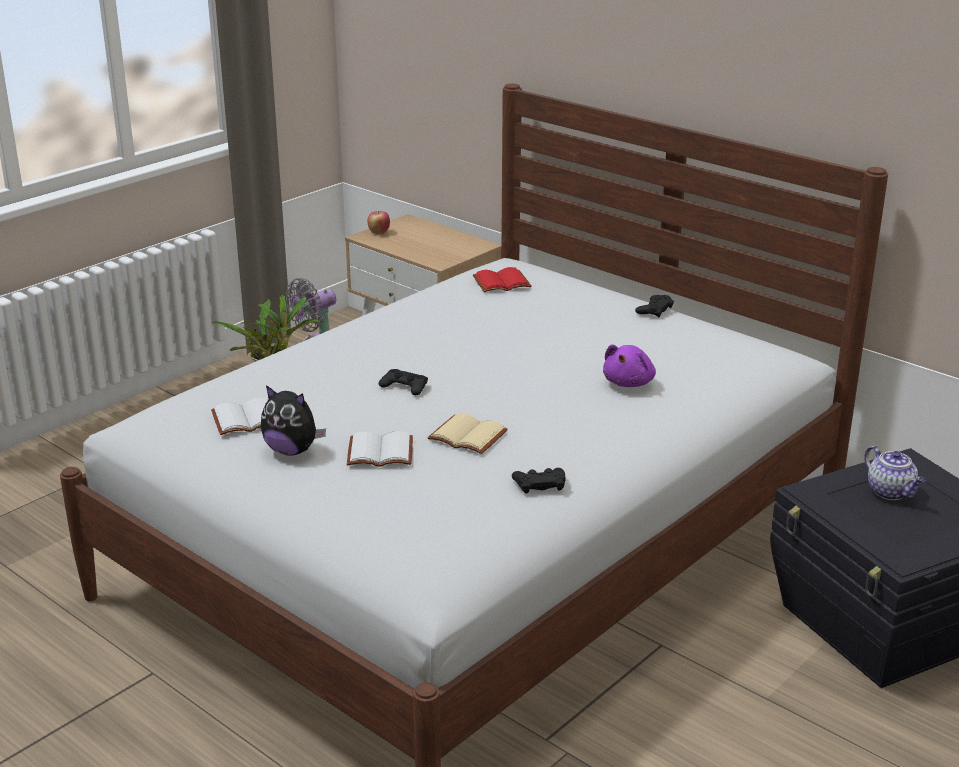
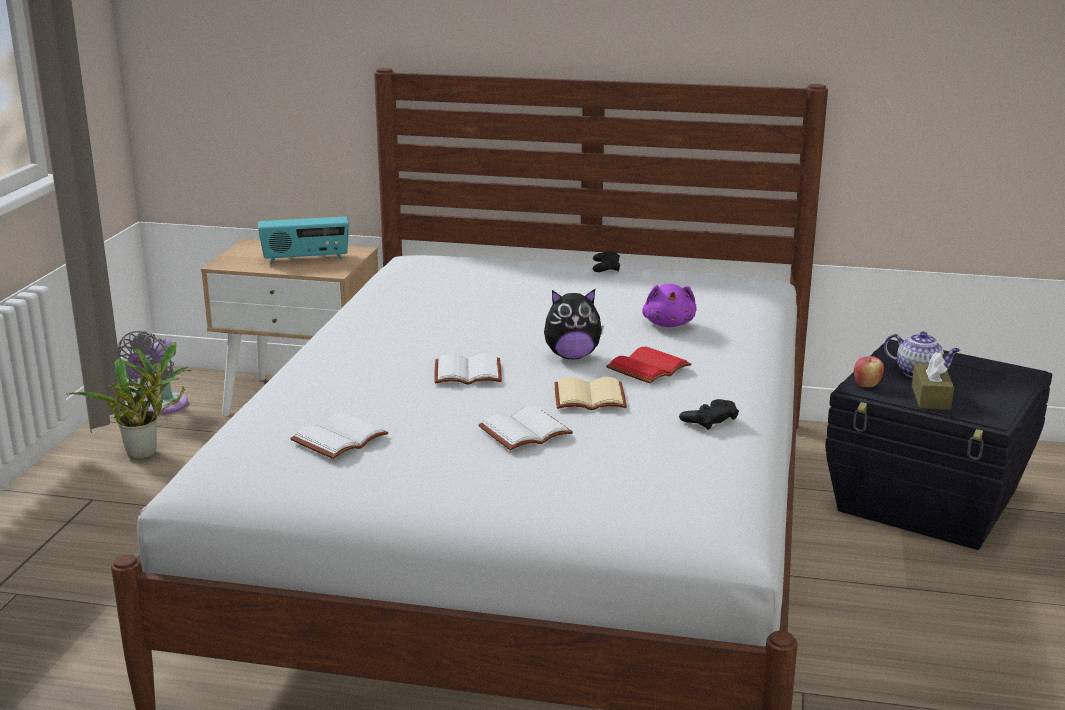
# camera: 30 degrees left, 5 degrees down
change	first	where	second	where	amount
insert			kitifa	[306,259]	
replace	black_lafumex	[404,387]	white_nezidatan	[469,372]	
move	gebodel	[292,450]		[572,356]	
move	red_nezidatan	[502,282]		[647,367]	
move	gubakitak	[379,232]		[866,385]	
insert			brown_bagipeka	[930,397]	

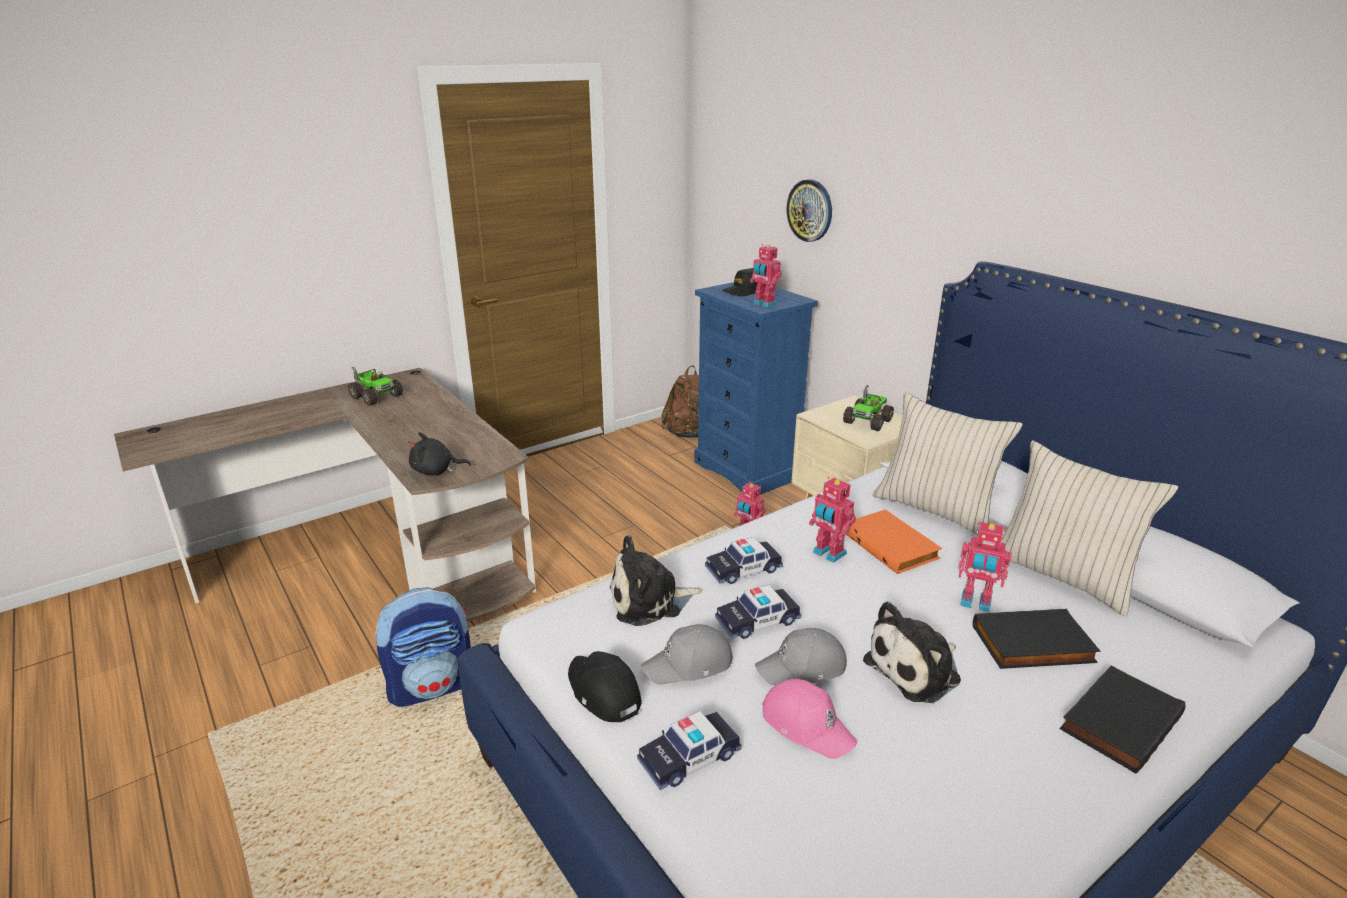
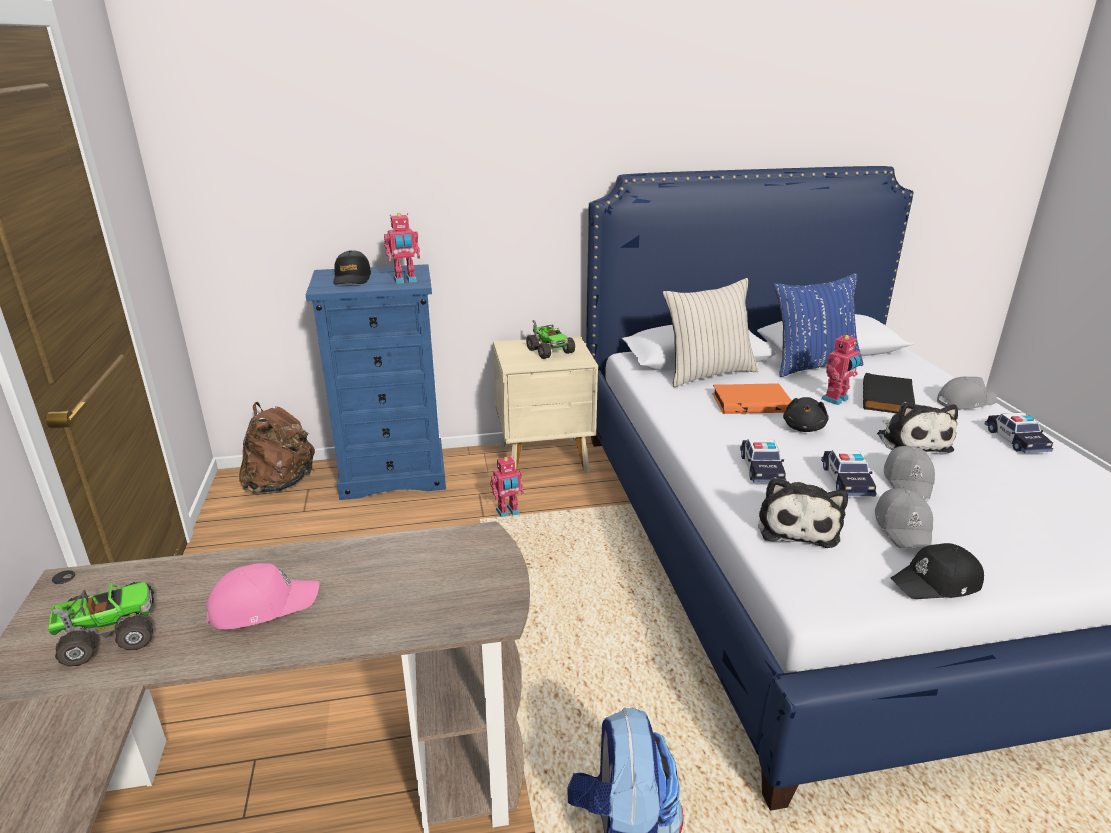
# camera: 65 degrees left, 0 degrees up
change	first	where	second	where	amount
move	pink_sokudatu	[807,725]		[262,605]	
recolor	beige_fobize	[1063,576]	blue_fobize	[812,366]	
move	black_gebodel	[436,471]		[804,428]	
replace	black_nezidatan	[1118,720]	grey_sokudatu	[964,401]	
move	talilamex	[689,758]		[1015,440]	
delete	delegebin	[810,210]			
delete	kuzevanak	[828,554]			

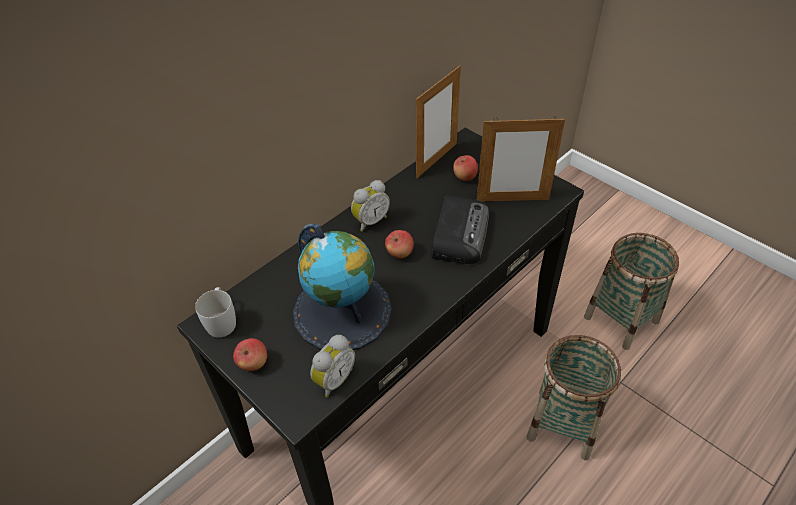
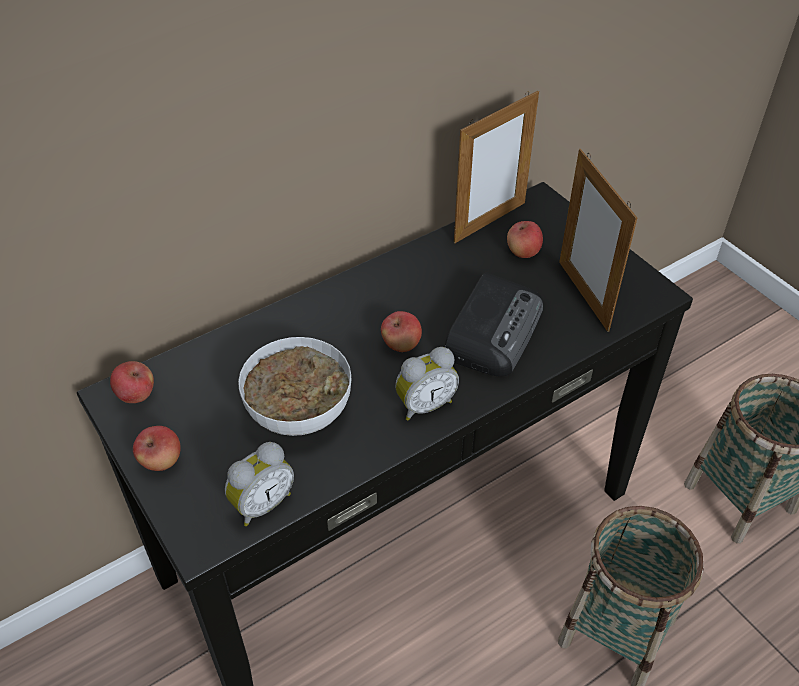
# camera: 10 degrees right, 0 degrees up
change	first	where	second	where	amount
replace	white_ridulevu	[222,320]	gubakitak	[136,395]	
replace	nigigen	[342,311]	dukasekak	[300,411]	
move	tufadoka	[370,221]		[424,404]	
rotate	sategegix	[512,200]		[583,295]	60 degrees clockwise

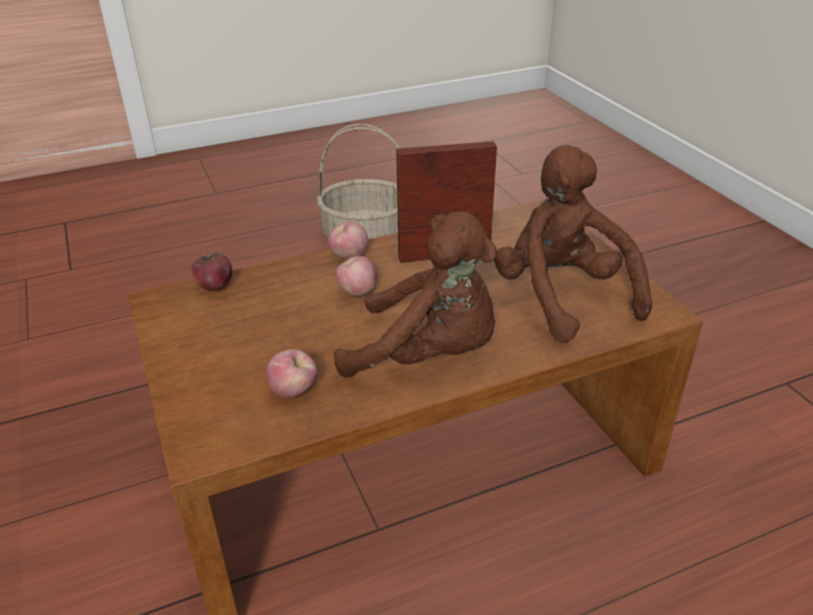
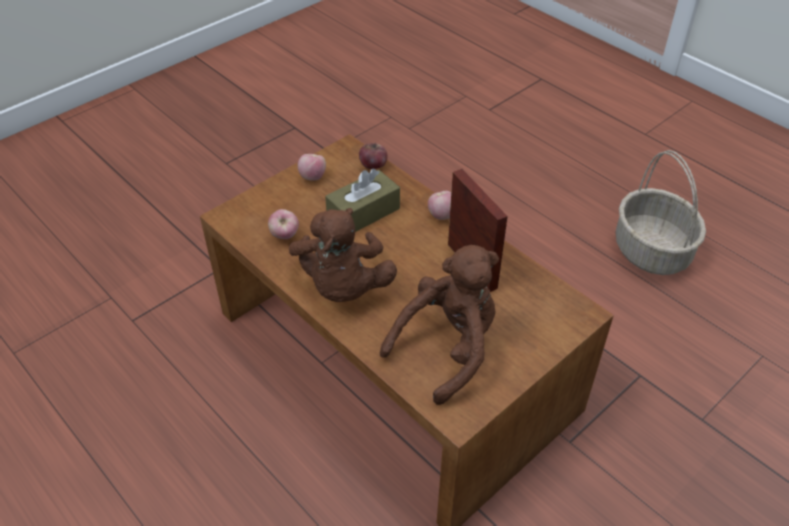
# camera: 70 degrees right, 10 degrees up
change	first	where	second	where	amount
move	gubakitak	[357,292]		[312,177]	
insert			brown_bagipeka	[363,213]	

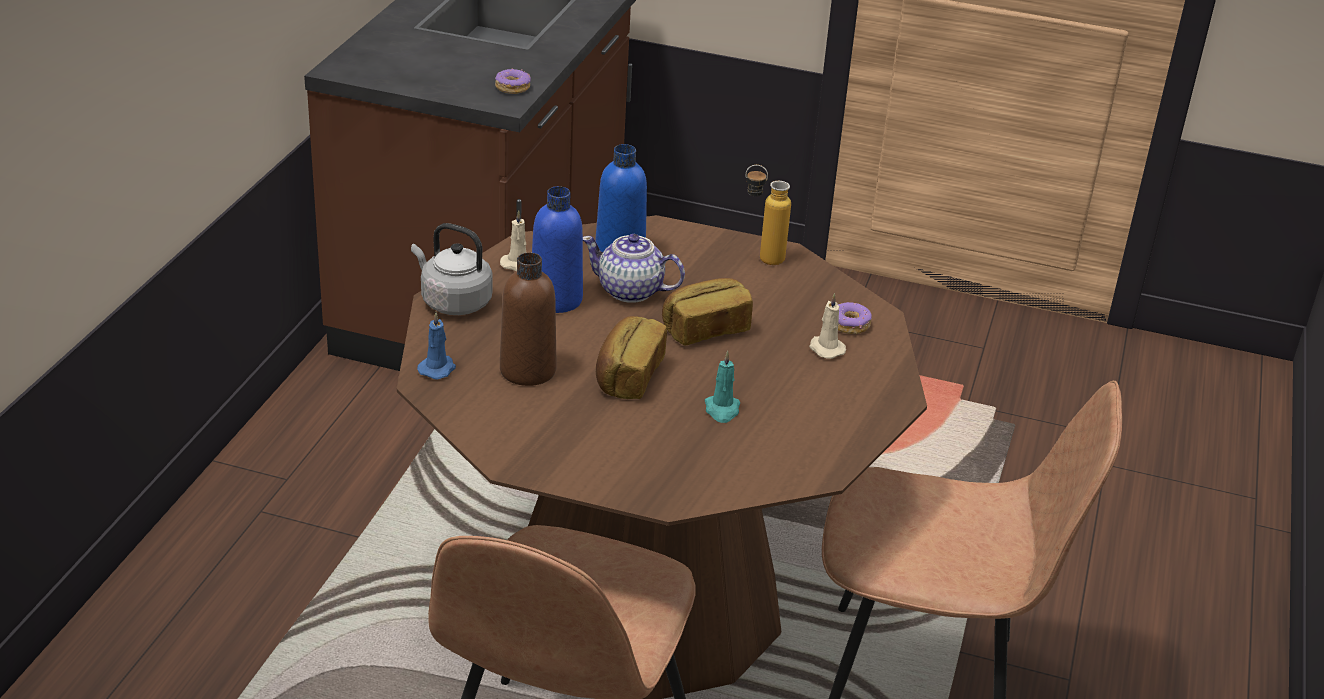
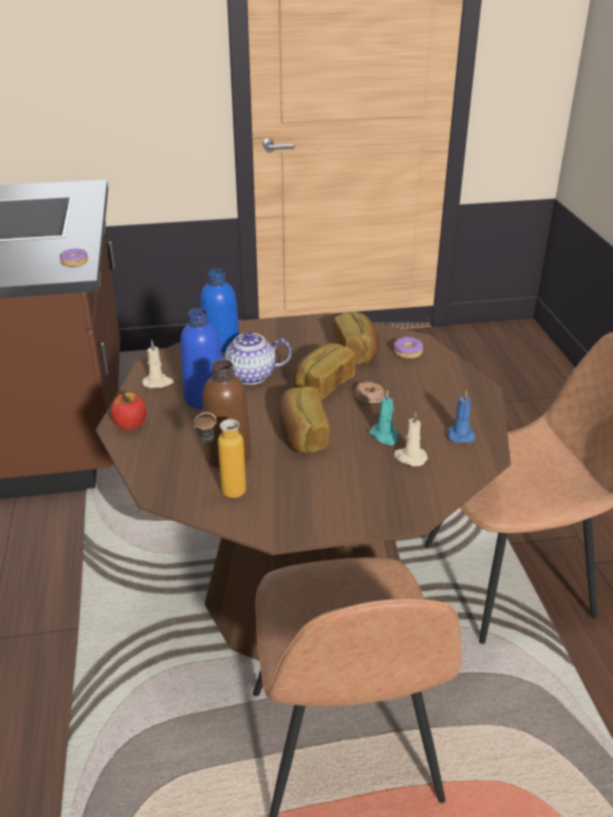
# camera: 25 degrees left, 0 degrees up
change	first	where	second	where	amount
replace	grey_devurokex	[453,302]	gubakitak	[130,424]	
move	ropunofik	[761,258]		[223,493]	
insert			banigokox	[357,351]	
insert			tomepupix	[369,396]	
move	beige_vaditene	[825,348]		[409,457]	
move	blue_vaditene	[438,368]		[460,434]	

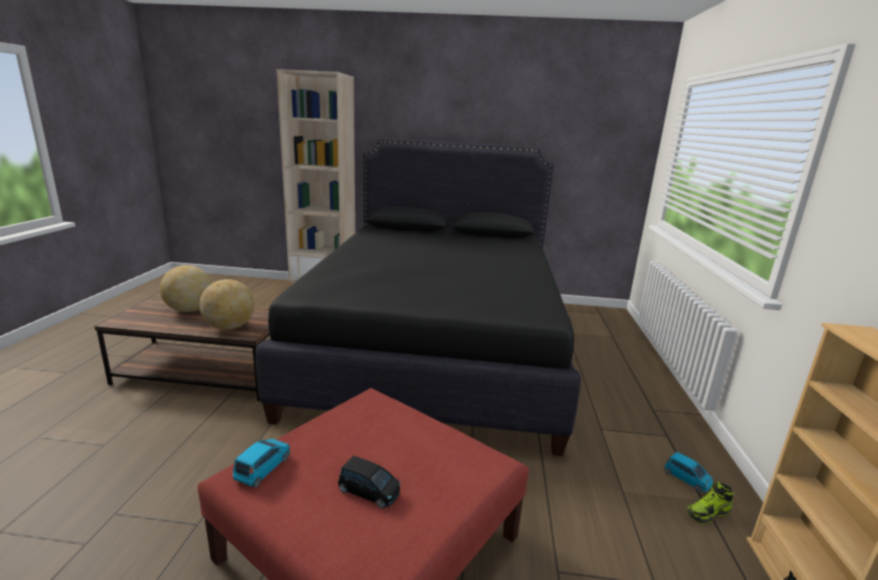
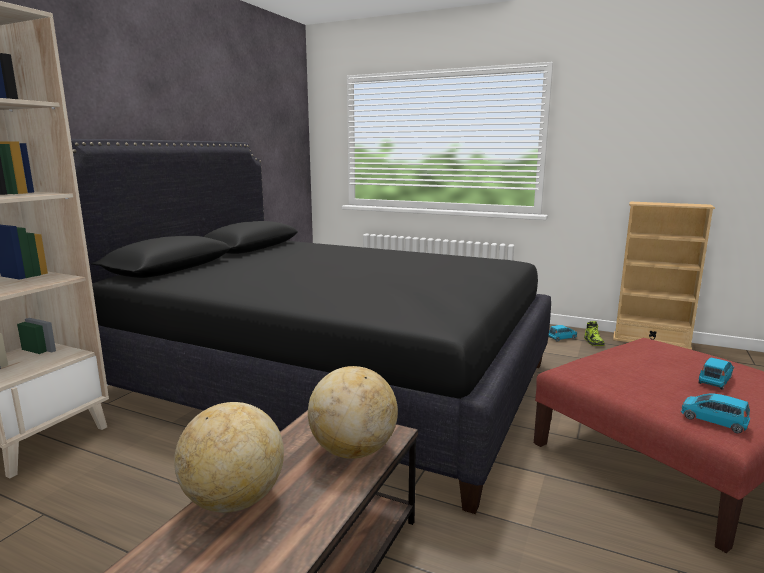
# camera: 70 degrees left, 5 degrees down
change	first	where	second	where	amount
recolor	black_talilamex	[369,491]	blue_talilamex	[715,380]	

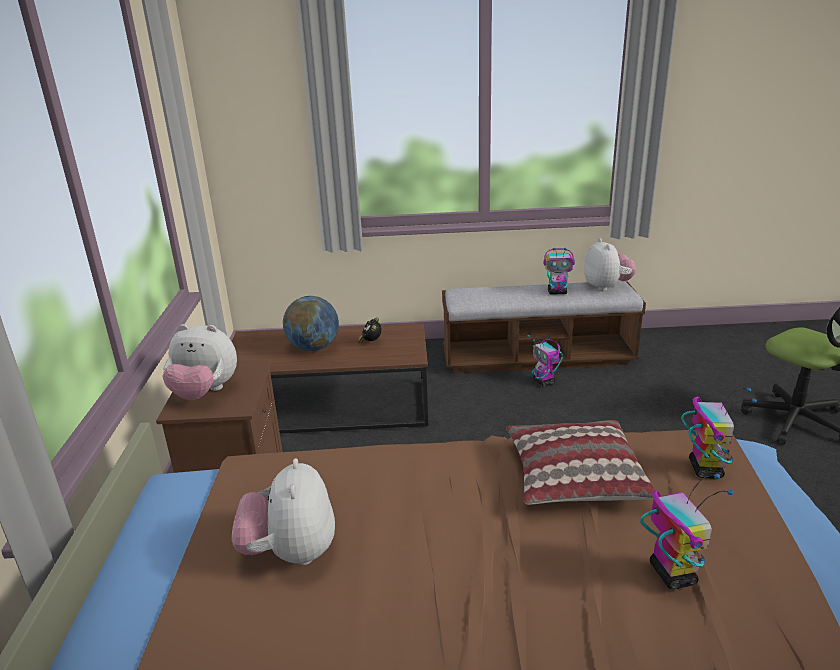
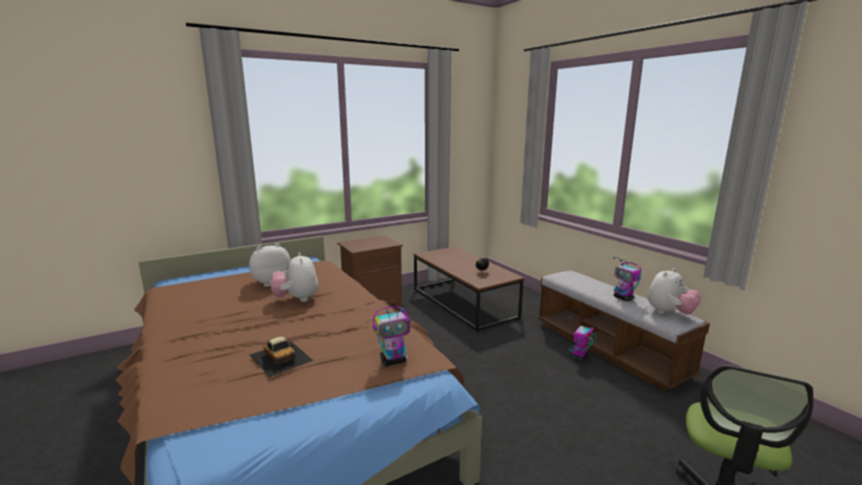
# camera: 60 degrees right, 10 degrees down
change	first	where	second	where	amount
replace	kuzevanak	[671,573]	talilamex	[281,357]	
move	gebodel	[205,393]		[297,299]	
delete	nigigen	[313,348]			
delete	fobize	[574,476]			

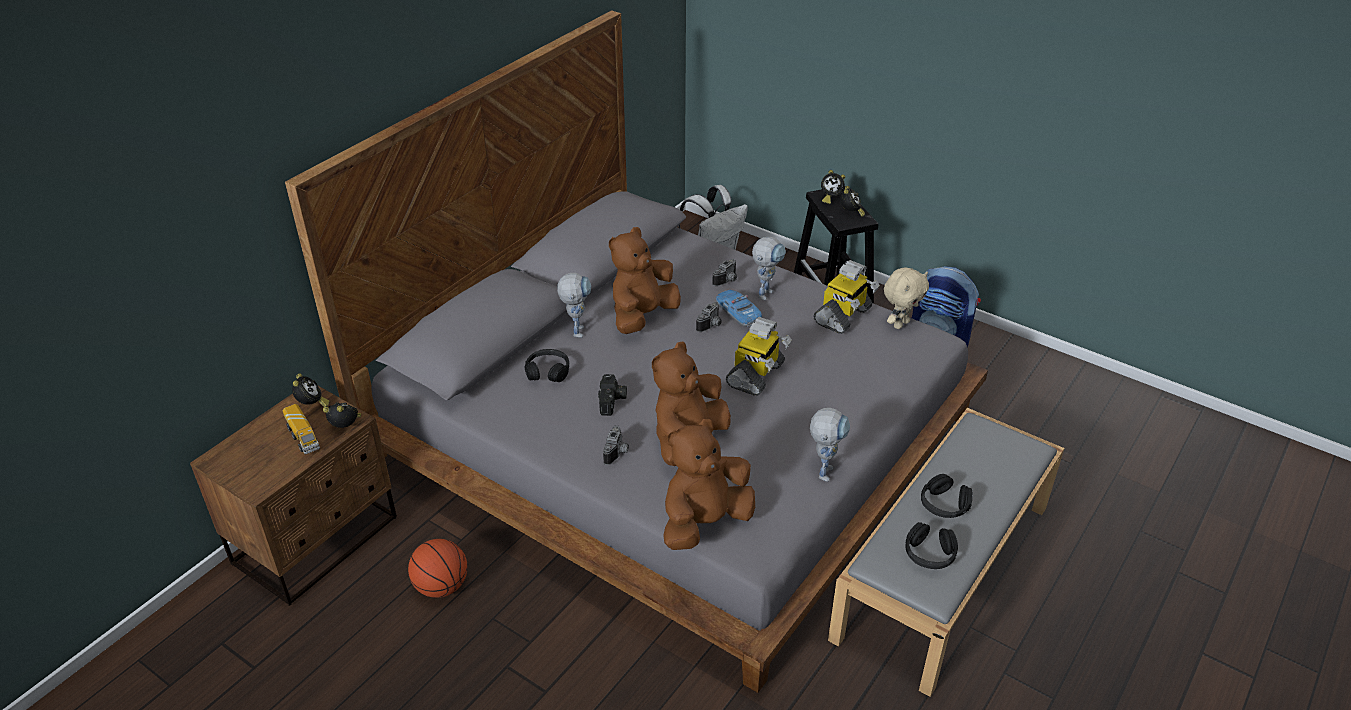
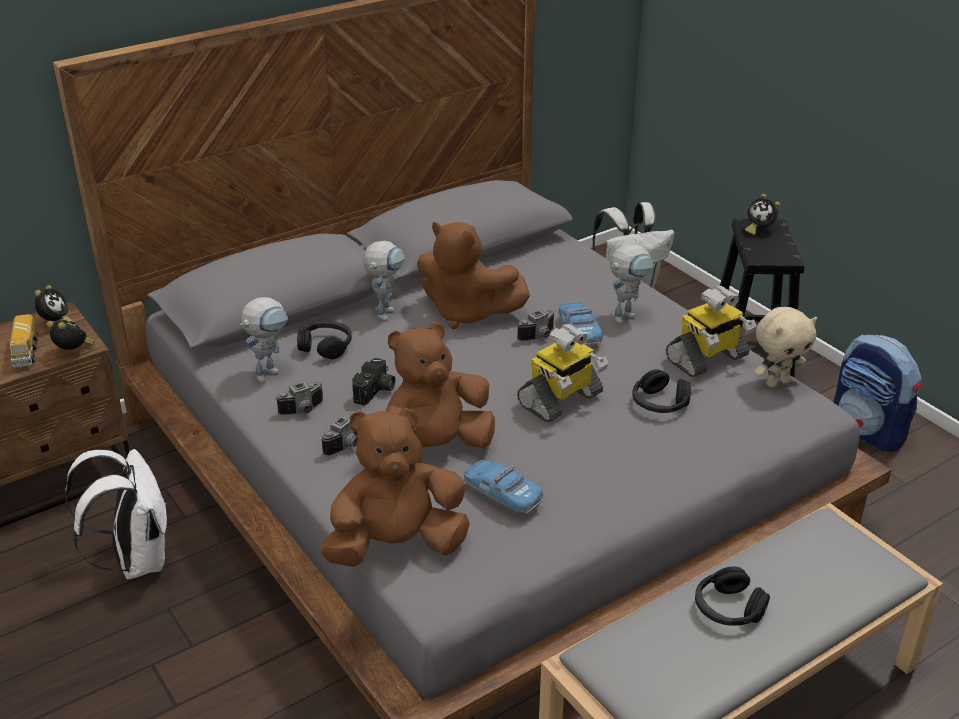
# camera: 20 degrees right, 5 degrees down
change	first	where	second	where	amount
replace	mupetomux	[441,586]	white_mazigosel	[136,560]	
move	kuzevanak	[824,468]		[270,371]	
move	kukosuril	[728,280]		[303,411]	
rotate	brown_gebodel	[642,316]		[467,313]	120 degrees counterclockwise
insert			talilamex	[502,493]	
move	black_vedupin	[929,554]		[659,403]	
delete	tufadoka	[850,213]			

